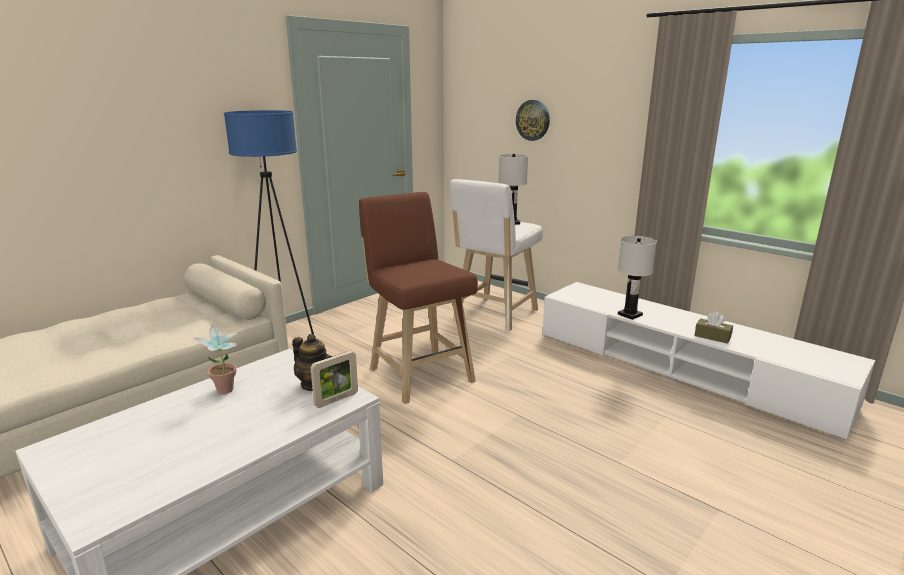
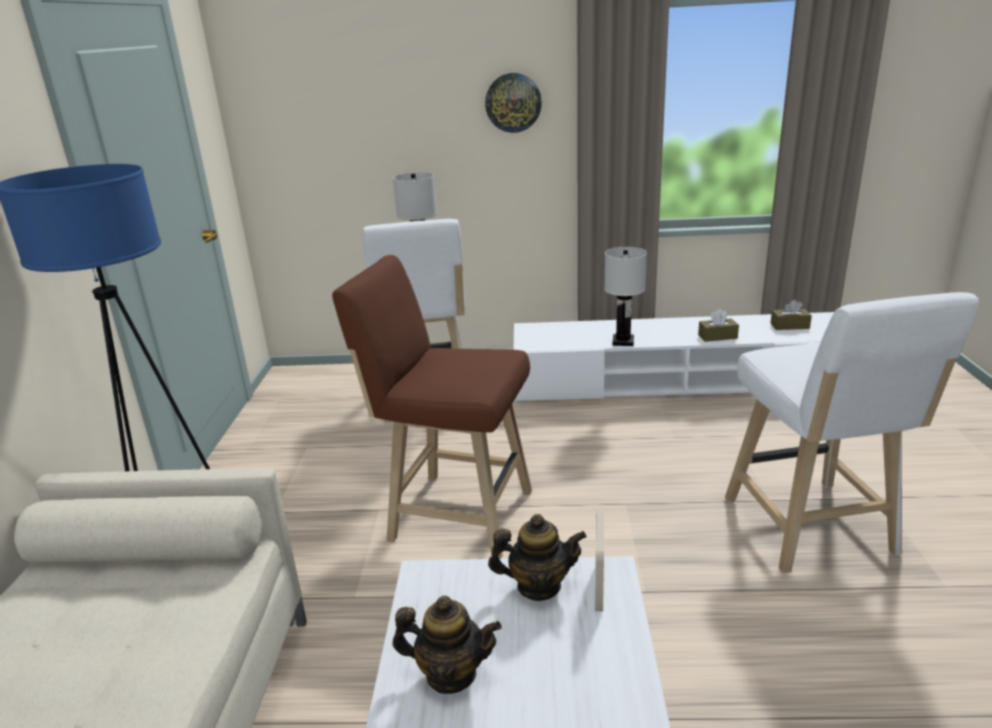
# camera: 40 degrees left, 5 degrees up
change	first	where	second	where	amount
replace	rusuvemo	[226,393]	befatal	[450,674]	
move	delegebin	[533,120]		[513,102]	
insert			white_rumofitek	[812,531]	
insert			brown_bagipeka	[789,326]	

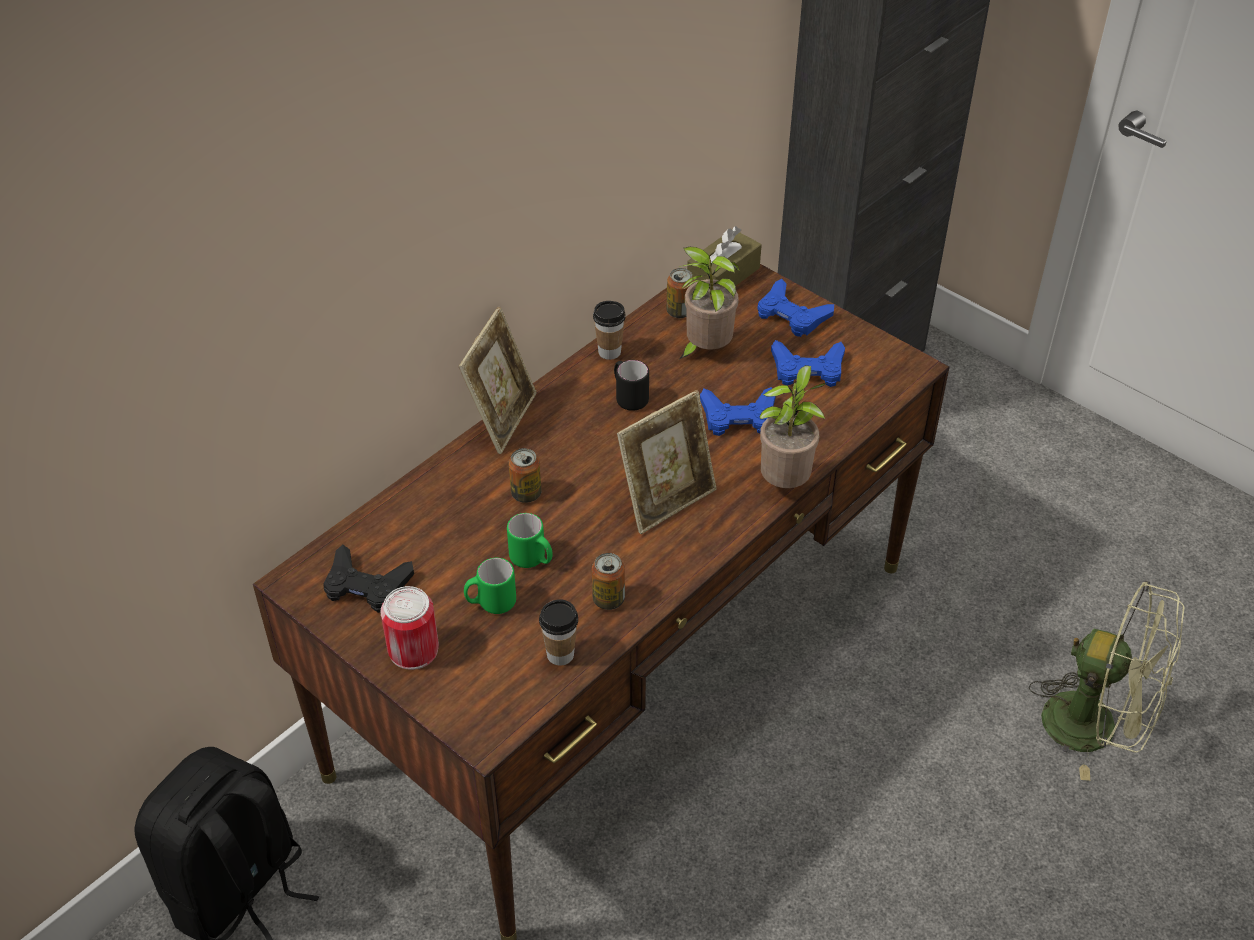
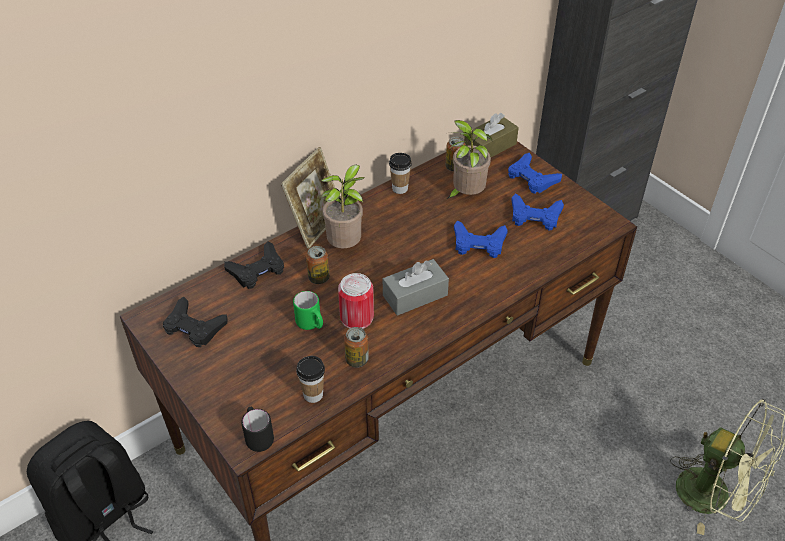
# camera: 10 degrees right, 0 degrees up
change	first	where	second	where	amount
insert			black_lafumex	[257,270]	
move	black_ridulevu	[628,397]		[258,436]	
move	rusuvemo	[786,483]		[346,246]	
move	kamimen	[413,649]		[357,317]	
replace	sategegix	[667,500]	grey_bagipeka	[415,295]	
delete	green_ridulevu	[491,603]			

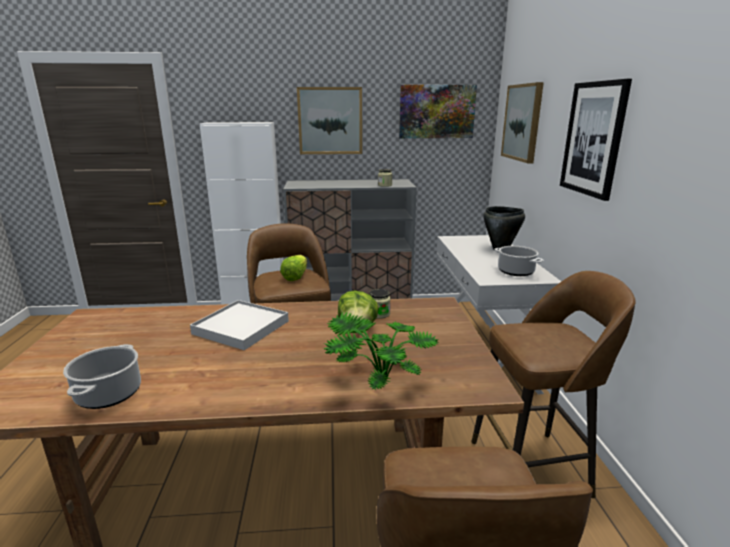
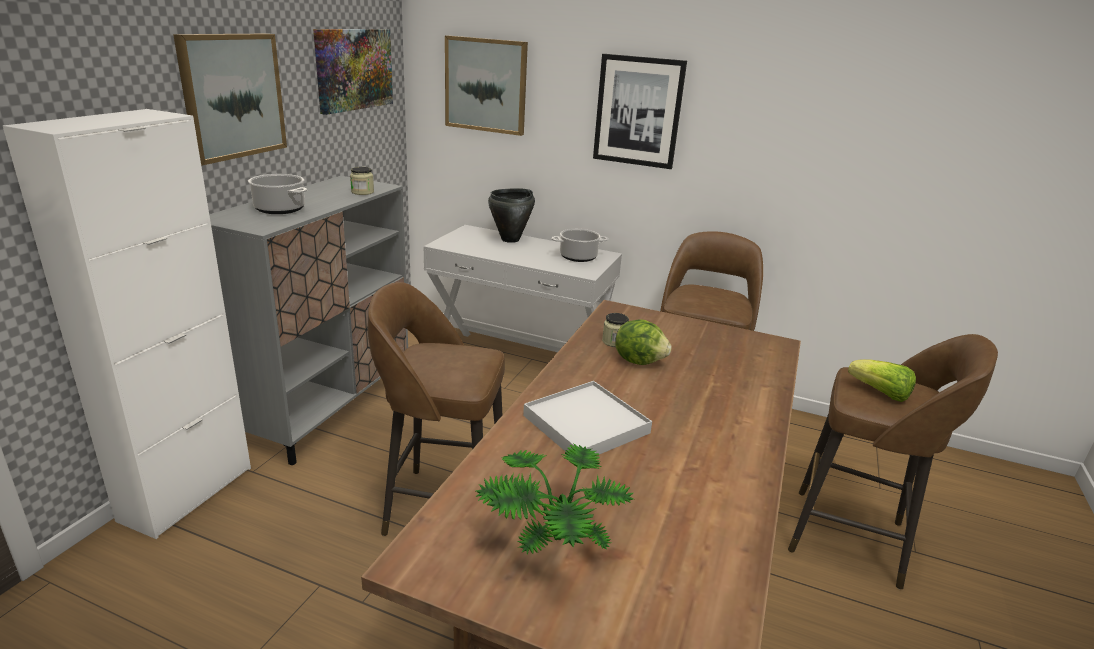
# camera: 65 degrees left, 5 degrees up
change	first	where	second	where	amount
move	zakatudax	[109,394]		[280,209]	
move	rusuvemo	[377,381]		[548,543]	
move	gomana	[295,277]		[880,393]	

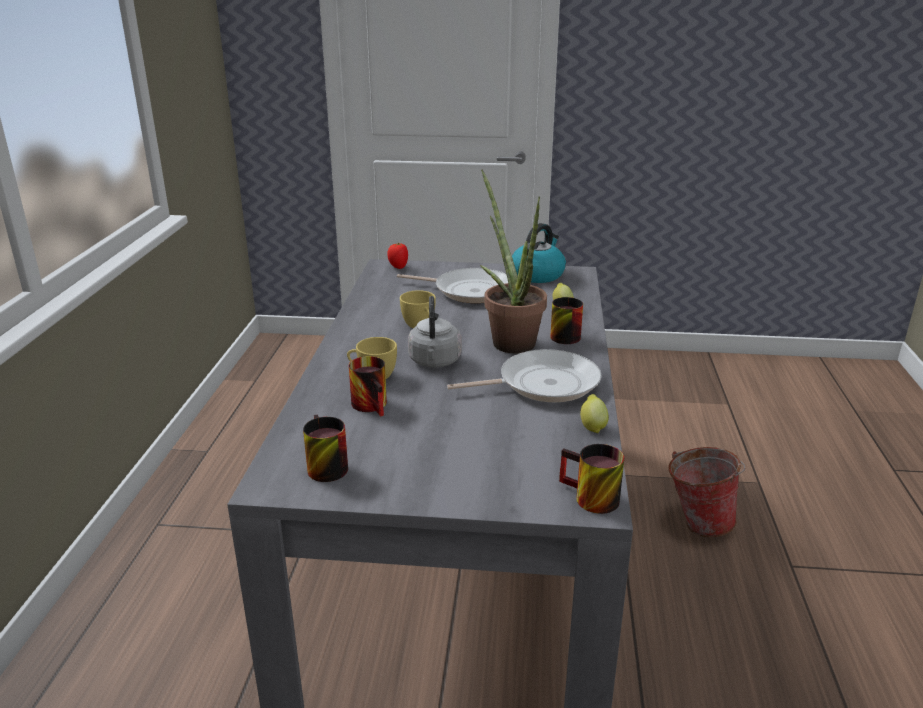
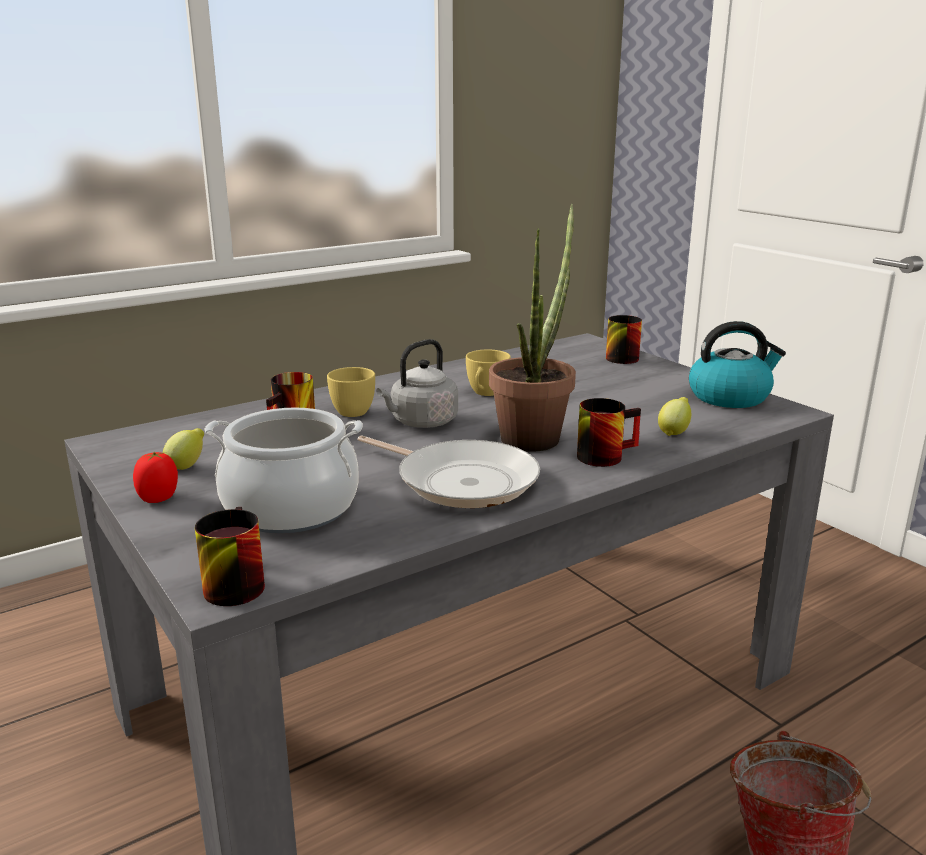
# camera: 50 degrees right, 5 degrees down
change	first	where	second	where	amount
move	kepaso	[398,267]		[159,498]	
move	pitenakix	[592,427]		[187,466]	
insert			zakatudax	[291,508]	
move	ridulevu	[322,466]		[621,356]	
delete	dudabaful	[469,290]			

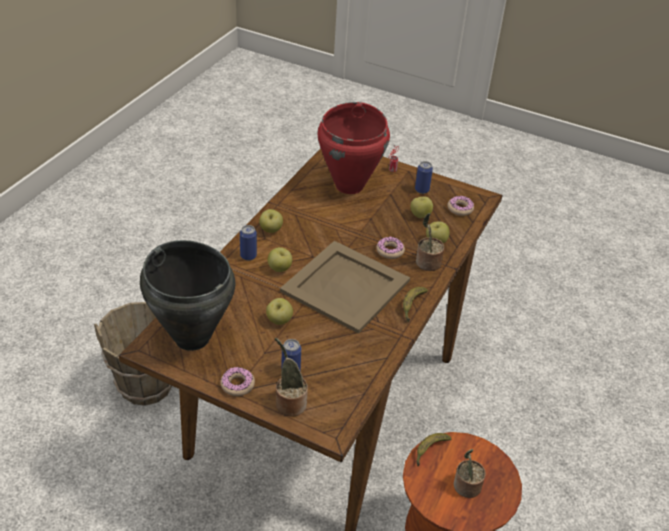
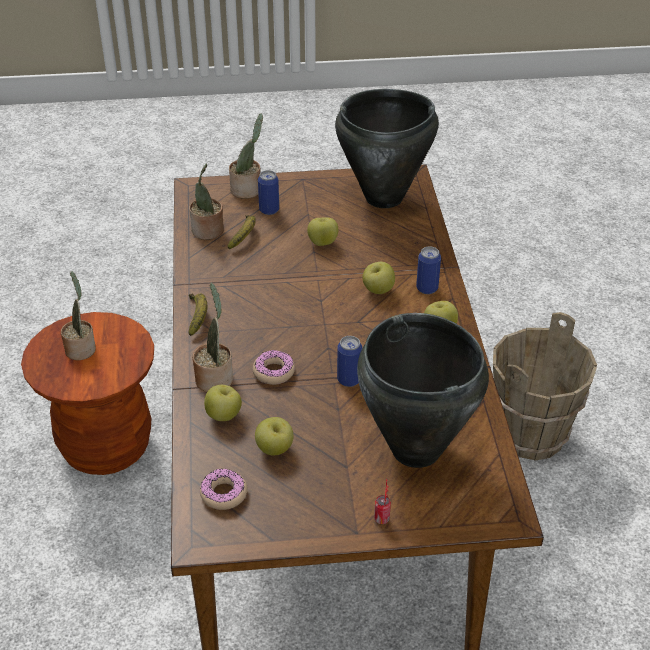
# camera: 150 degrees right, 0 degrees up
change	first	where	second	where	amount
insert			rusuvemo	[208,231]	
move	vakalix	[430,450]		[244,236]	
move	kamimen	[422,190]		[349,379]	
recolor	red_zakatudax	[350,185]	black_zakatudax	[415,450]	
delete	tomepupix	[237,385]			
delete	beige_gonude	[345,287]			

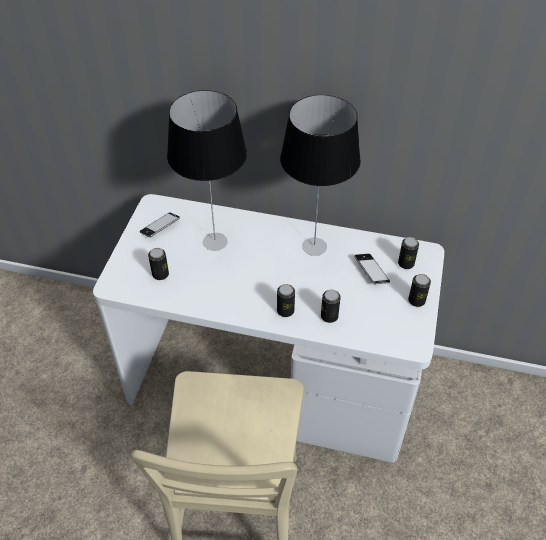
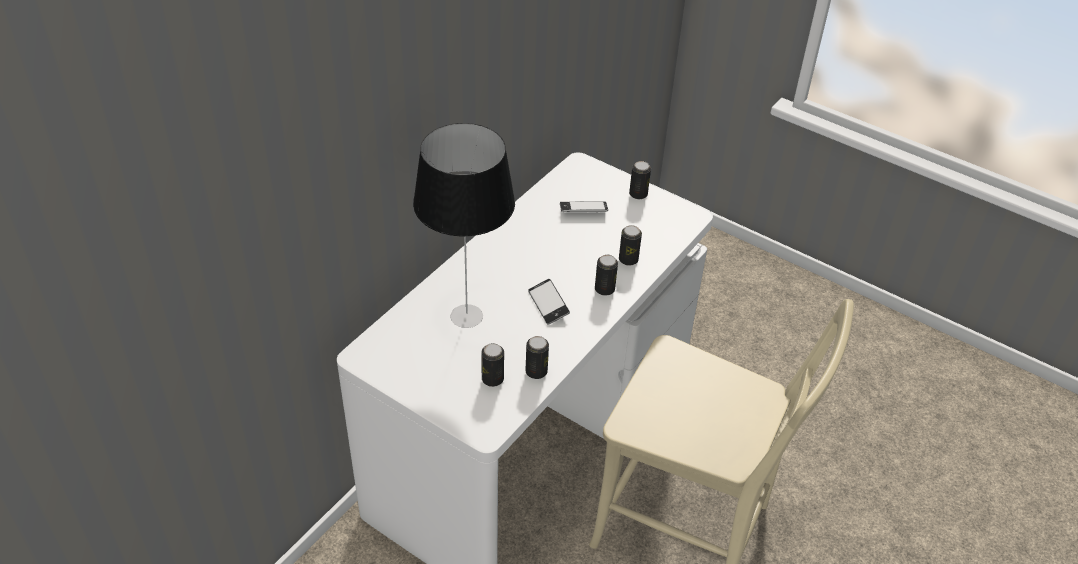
# camera: 70 degrees left, 5 degrees down
change	first	where	second	where	amount
move	kamimen	[406,263]		[536,371]	
move	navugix	[160,227]		[548,305]	
delete	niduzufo	[314,246]			

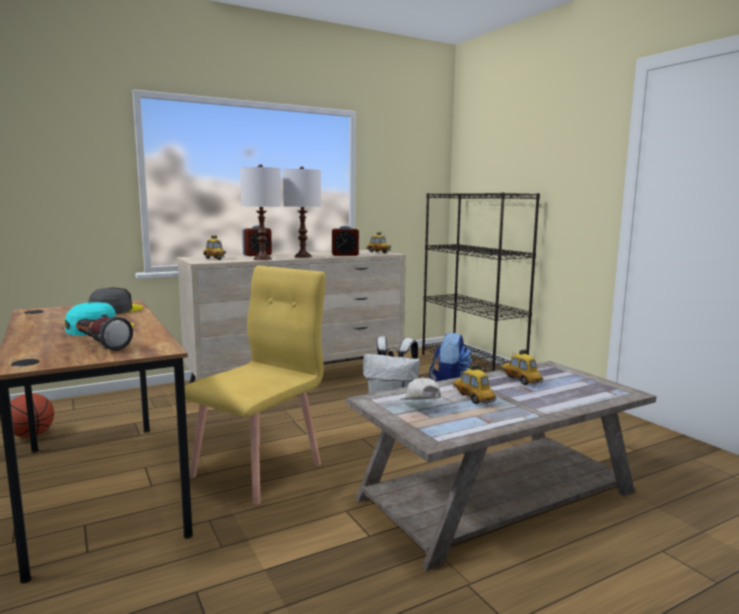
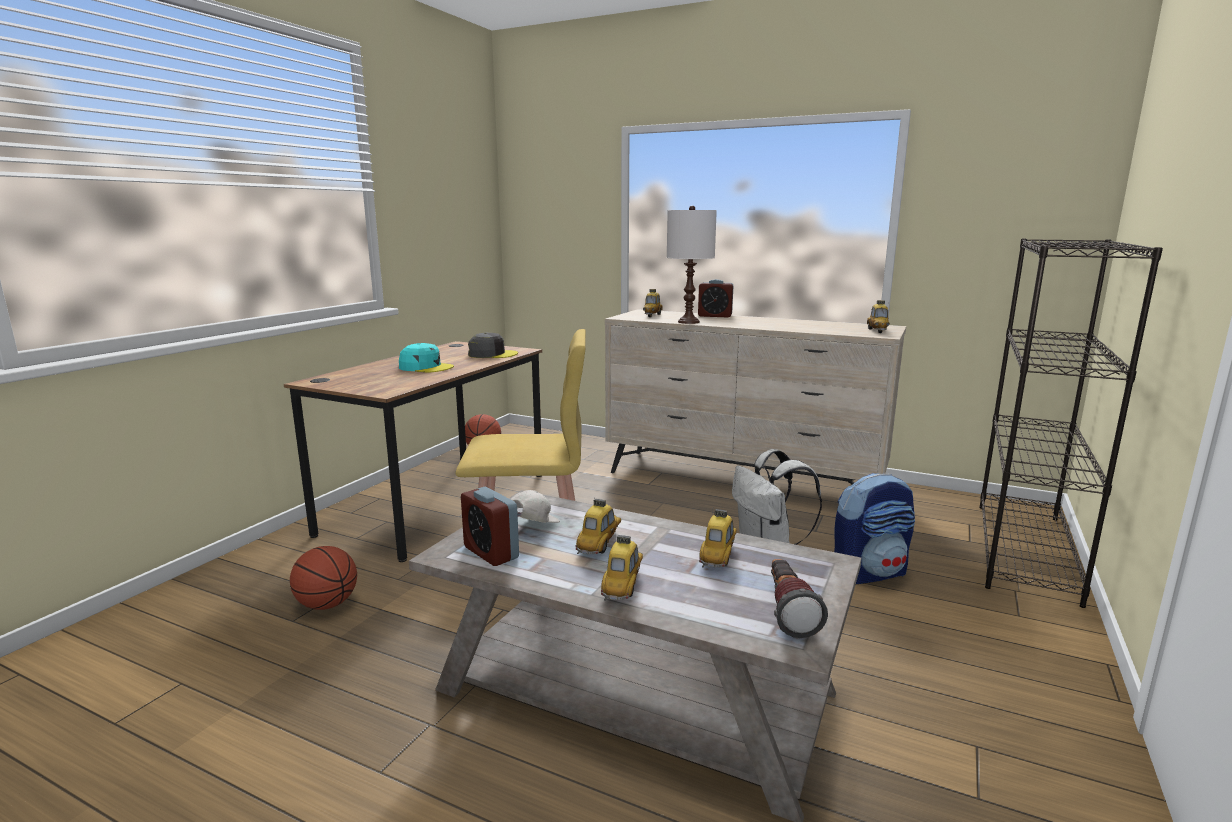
# camera: 55 degrees right, 5 degrees up
change	first	where	second	where	amount
insert			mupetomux	[327,605]	
move	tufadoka	[345,255]		[491,552]	
insert			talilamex	[623,585]	
move	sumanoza	[100,345]		[787,611]	
delete	white_niduzufo	[303,257]			

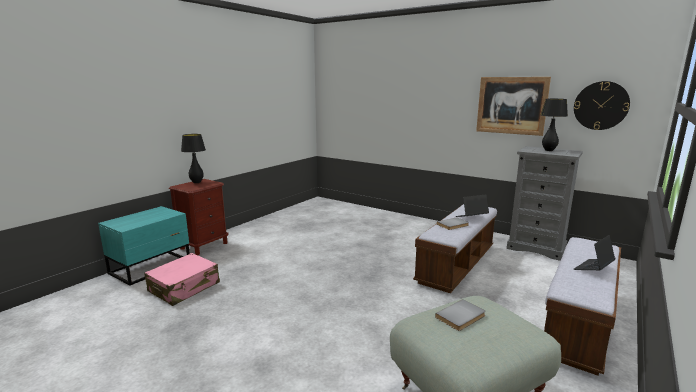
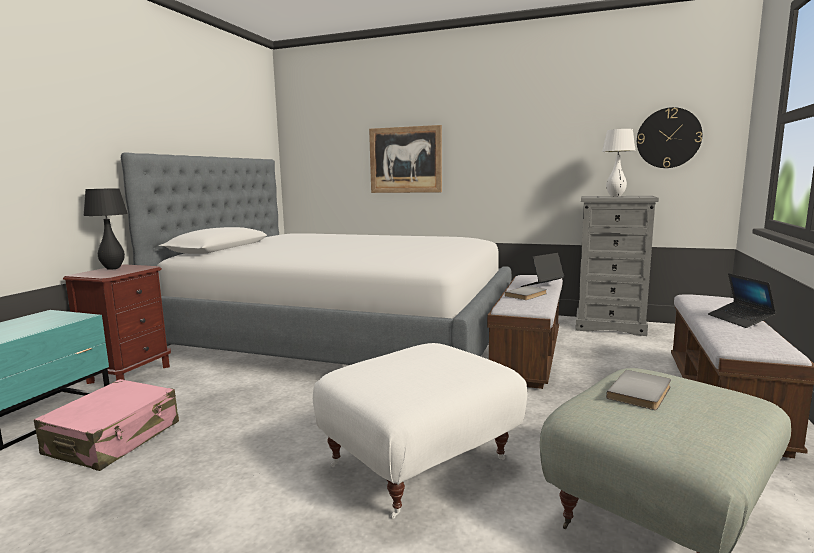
# camera: 15 degrees left, 5 degrees down
change	first	where	second	where	amount
insert			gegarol	[344,337]	
insert			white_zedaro	[421,464]	
move	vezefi	[511,105]		[405,160]	
recolor	black_niduzufo	[548,150]	white_niduzufo	[615,196]	
rotate	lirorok	[593,268]		[740,320]	45 degrees counterclockwise

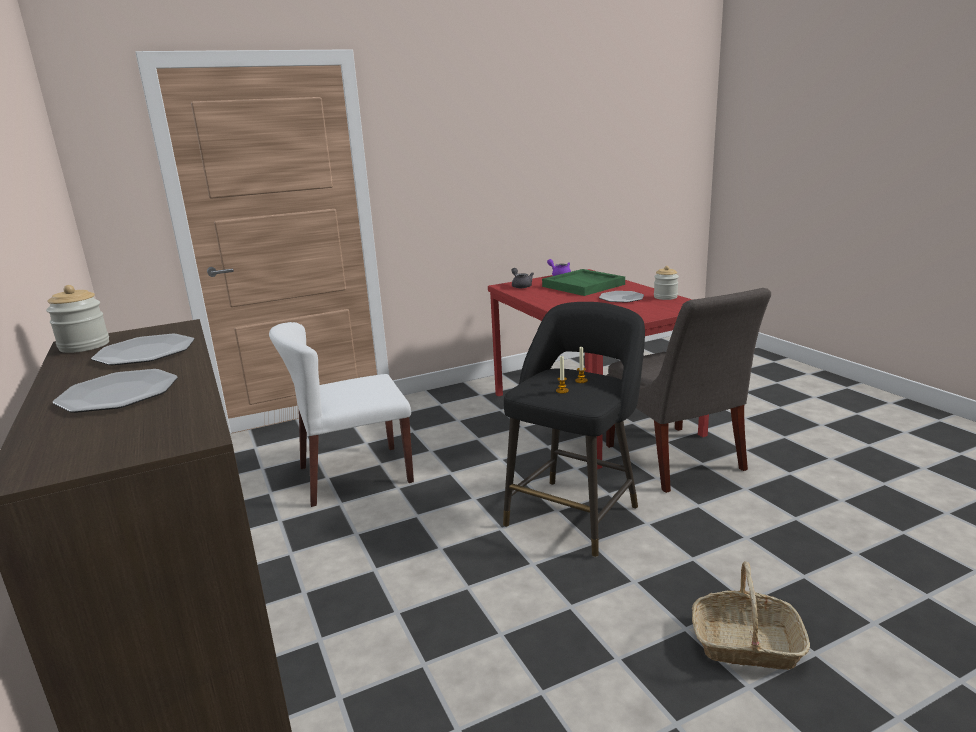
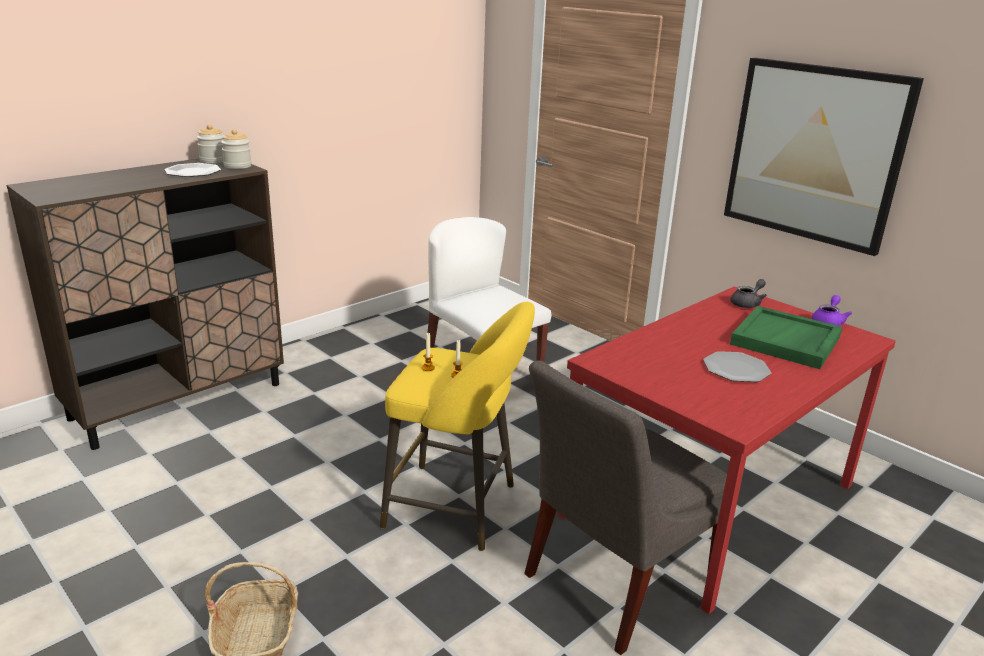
# camera: 70 degrees right, 5 degrees up
change	first	where	second	where	amount
move	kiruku	[665,297]		[237,166]	
recolor	black_rumofitek	[575,513]	yellow_rumofitek	[457,508]	
insert			vezefi	[814,153]	
delete	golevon	[118,394]			

